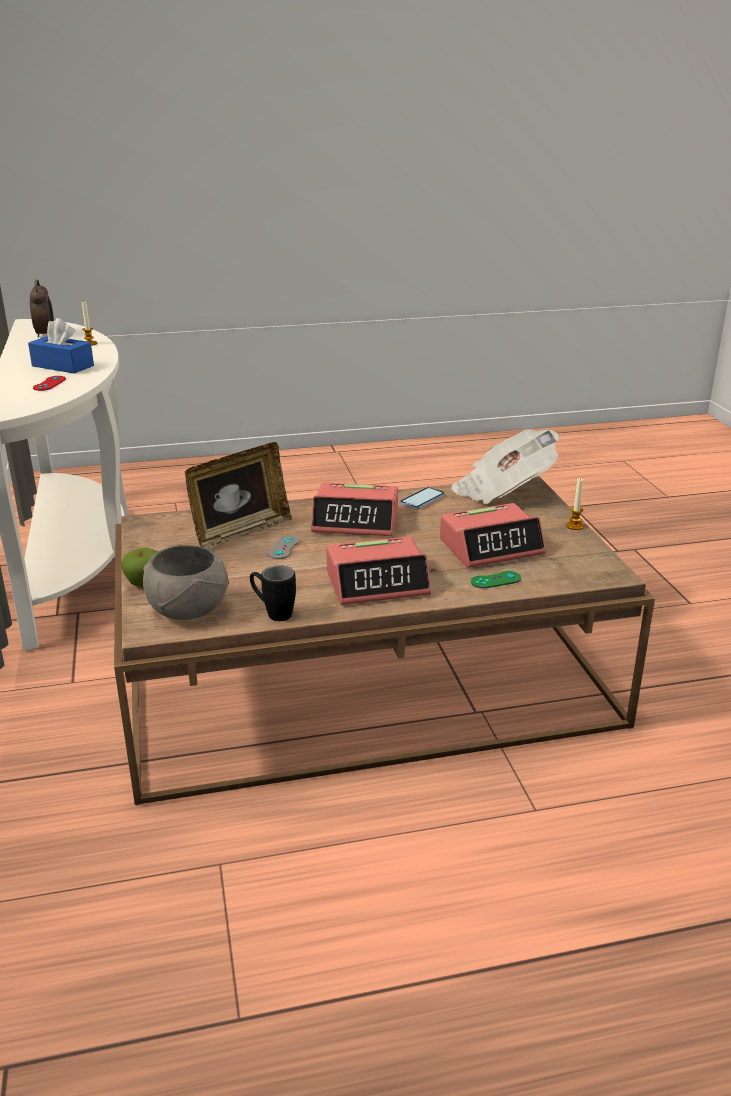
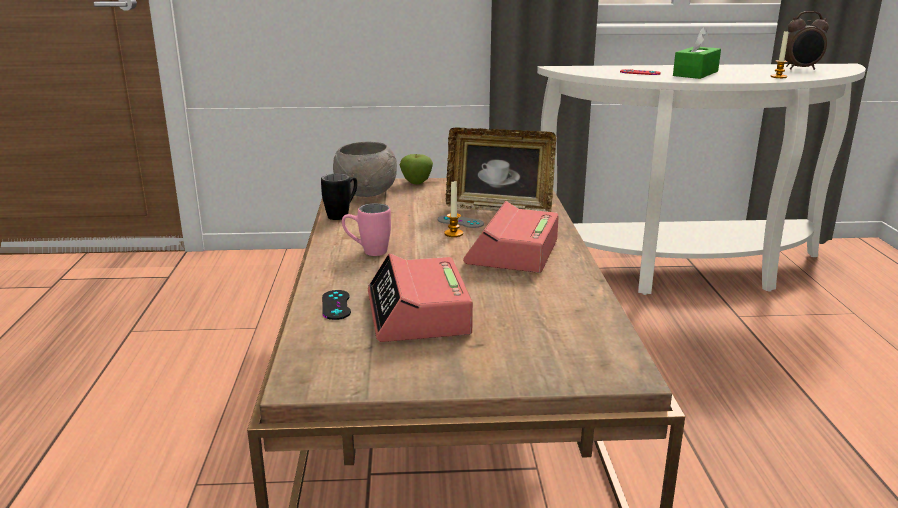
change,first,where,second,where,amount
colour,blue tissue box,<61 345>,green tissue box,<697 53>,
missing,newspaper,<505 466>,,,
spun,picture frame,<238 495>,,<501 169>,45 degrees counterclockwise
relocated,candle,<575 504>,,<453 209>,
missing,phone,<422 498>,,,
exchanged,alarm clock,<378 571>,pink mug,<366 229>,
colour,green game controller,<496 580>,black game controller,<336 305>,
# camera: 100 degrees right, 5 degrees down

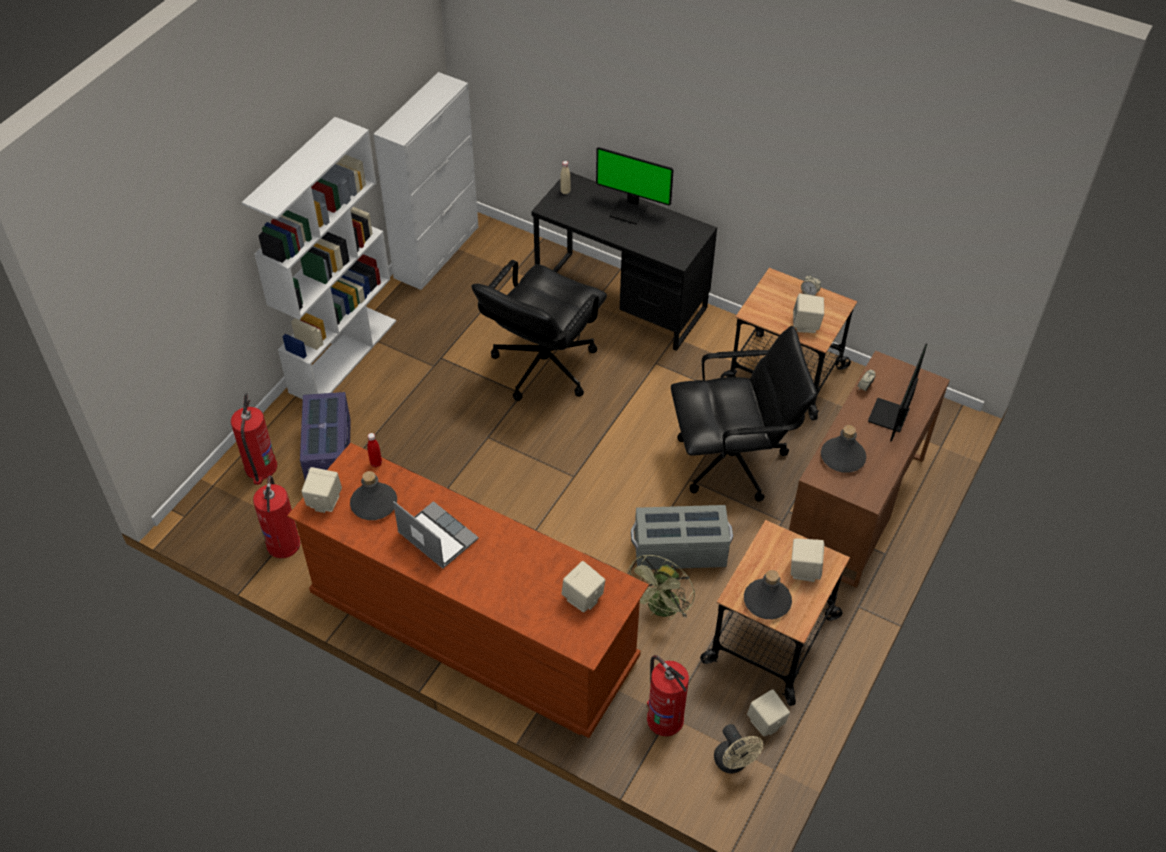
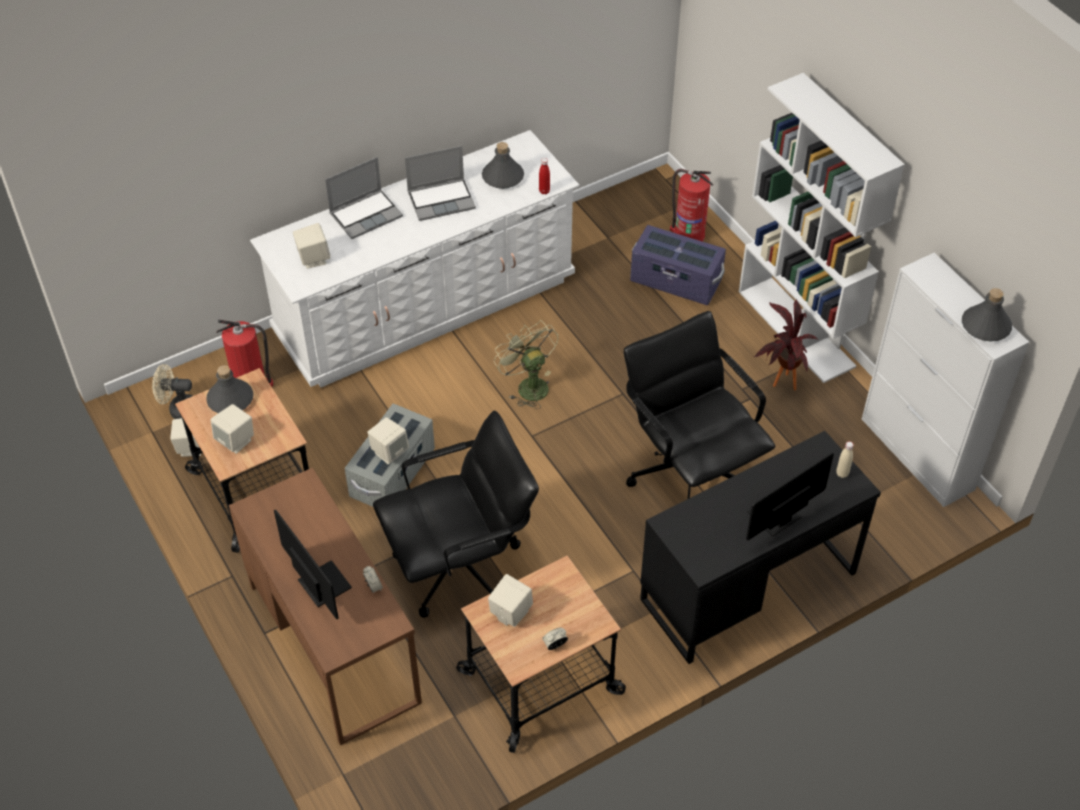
change,first,where,second,where,amount
spun,black office chair,<744 414>,,<456 514>,135 degrees counterclockwise
relocated,grey bottle,<843 449>,,<987 315>,
colour,brown dresser,<468 590>,white dresser,<414 259>,
relocated,beige speaker,<321 490>,,<388 441>,
missing,fire extinguisher,<277 516>,,,
relocated,green fan,<661 587>,,<526 364>,
appeared,,,laptop,<364 198>,
appeared,,,potted plant,<786 344>,
# camera: 120 degrees right, 0 degrees up

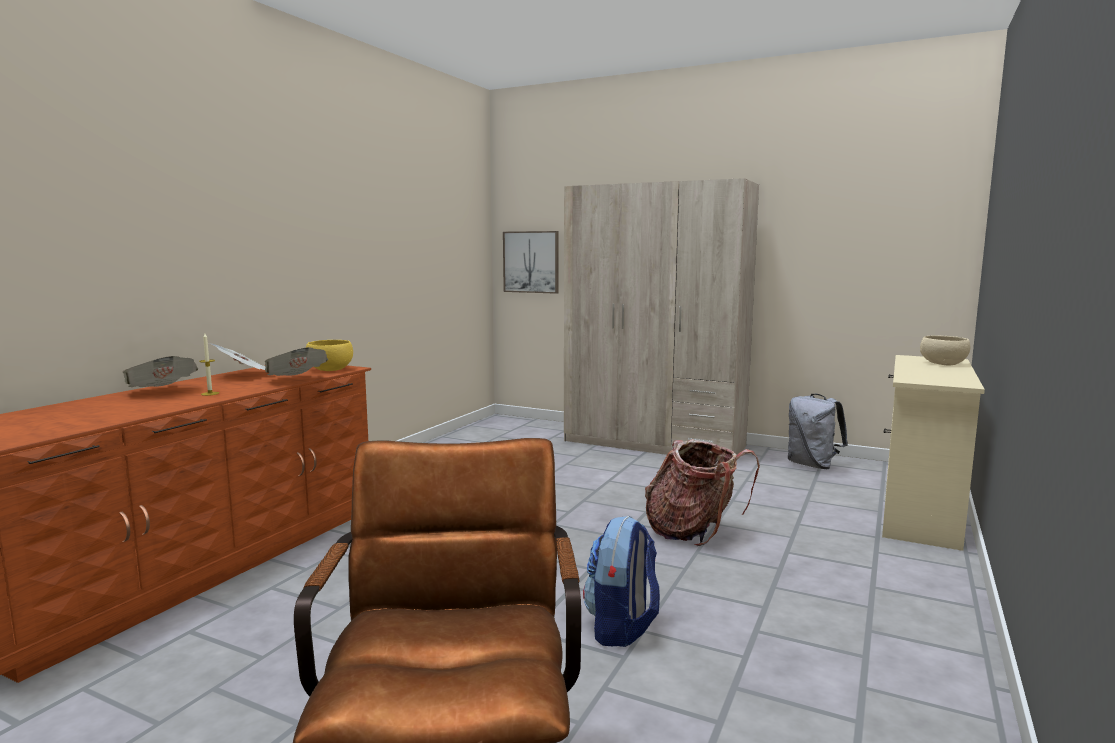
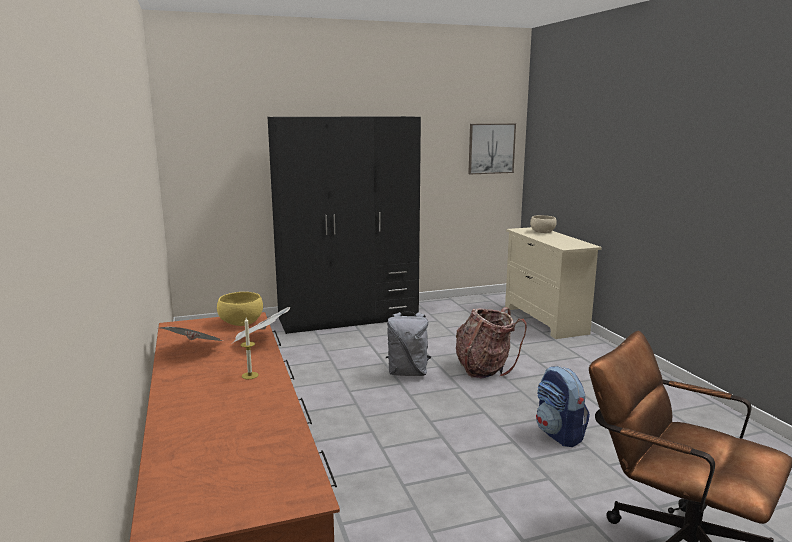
change,first,where,second,where,amount
colour,beige wardrobe,<661 316>,black wardrobe,<344 225>,
relocated,picture,<530 262>,,<492 148>,
missing,newspaper,<160 371>,,,
relocated,grey backpack,<818 431>,,<408 344>,
# camera: 45 degrees left, 5 degrees up

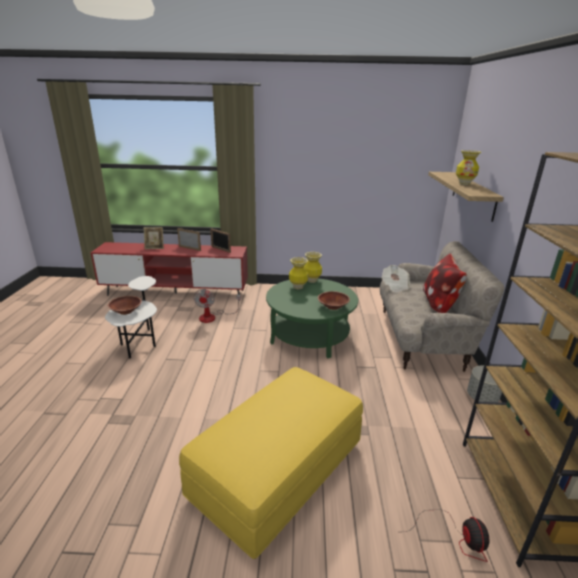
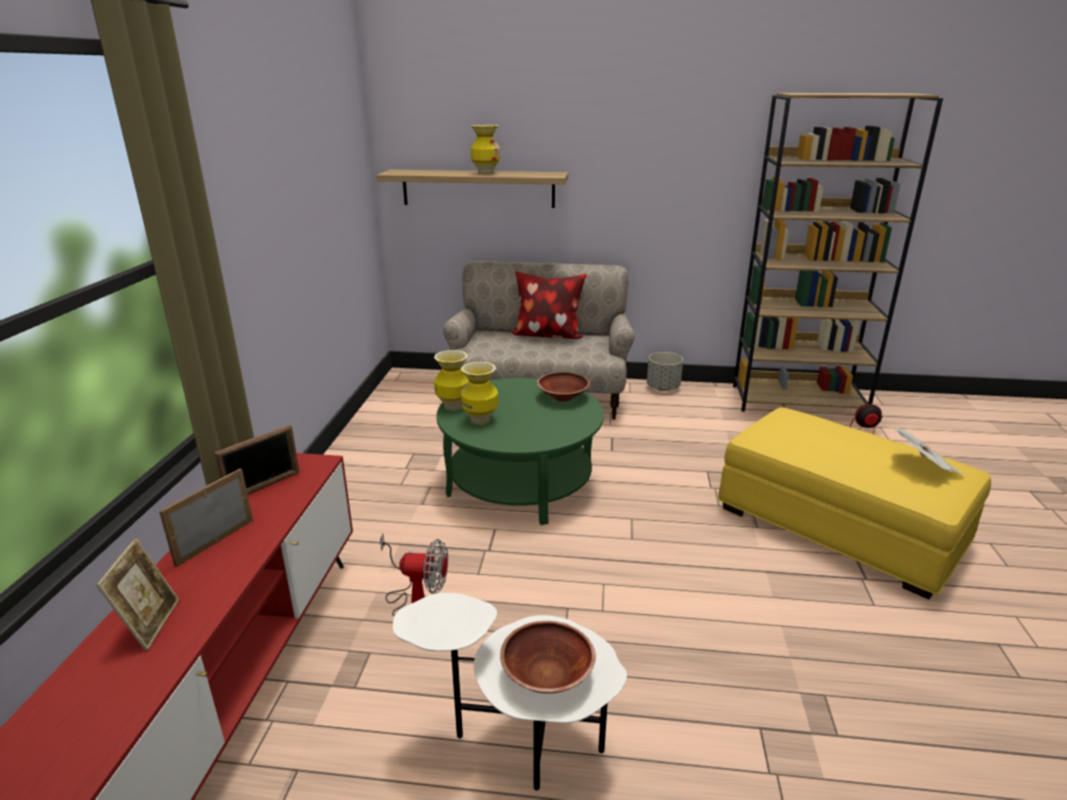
change,first,where,second,where,amount
relocated,newspaper,<396 279>,,<929 451>,
# camera: 85 degrees left, 0 degrees up

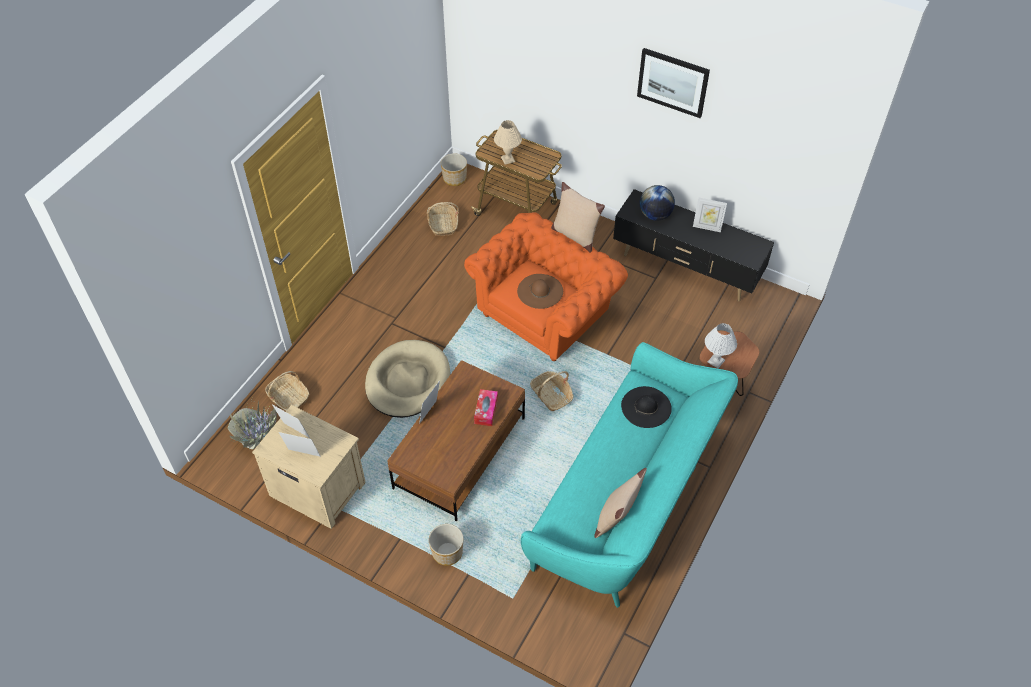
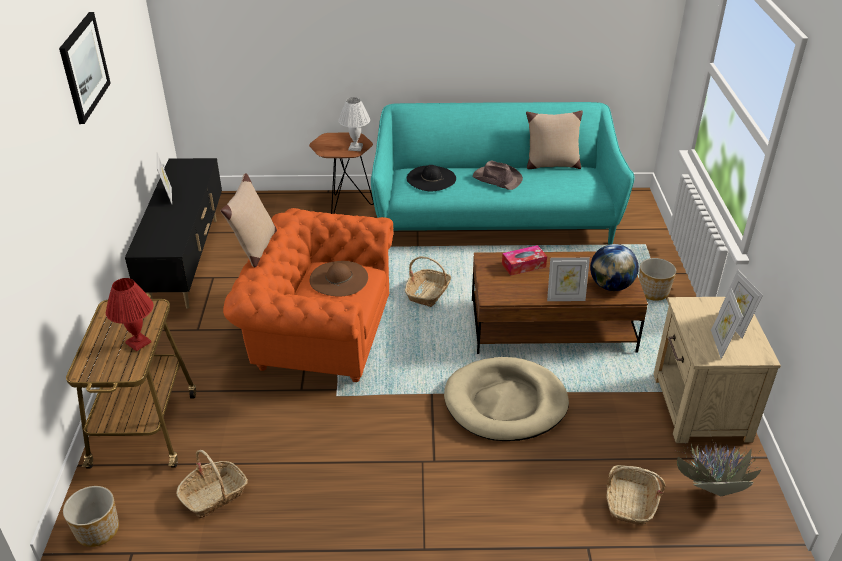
change,first,where,second,where,amount
colour,beige table lamp,<508 142>,red table lamp,<129 314>,
relocated,globe,<657 203>,,<614 267>,
appeared,,,brown hat,<498 175>,
# camera: 120 degrees left, 15 degrees down

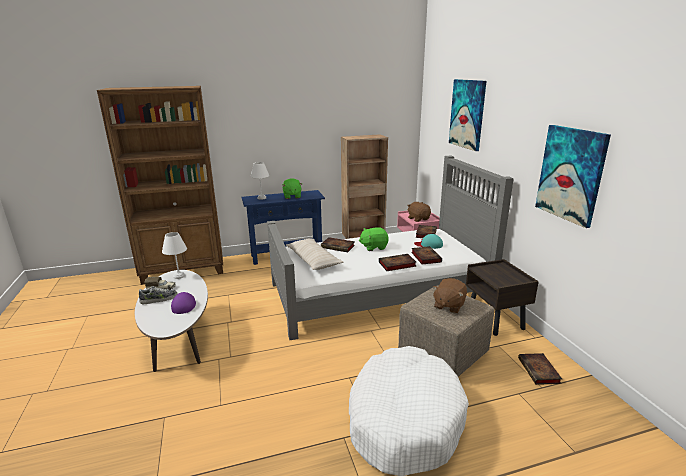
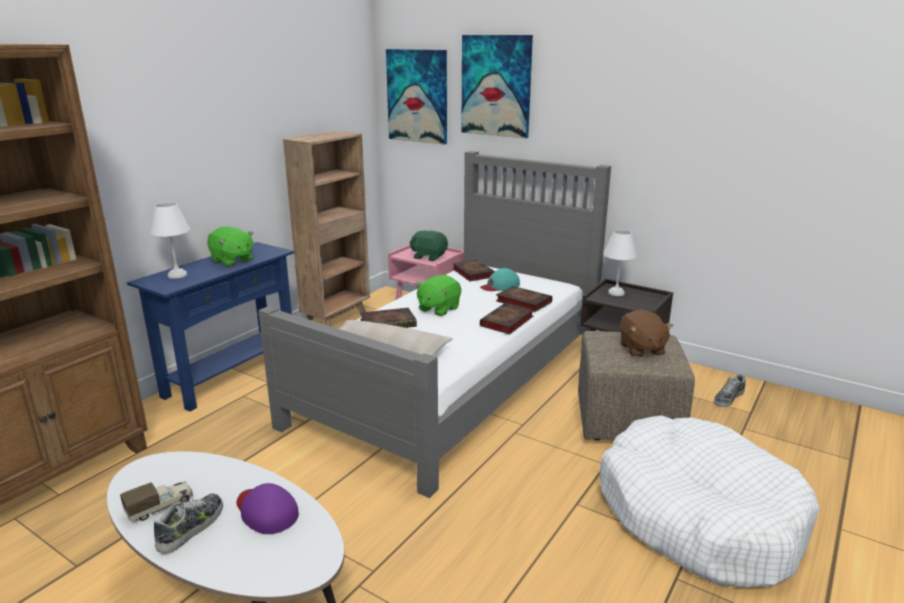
change,first,where,second,where,amount
relocated,picture,<573 176>,,<416 96>,
colour,brown plush toy,<419 212>,green plush toy,<429 245>,
relocated,white table lamp,<174 255>,,<620 263>,
exchanged,book,<540 369>,shoe,<730 390>,
# camera: 40 degrees left, 0 degrees up

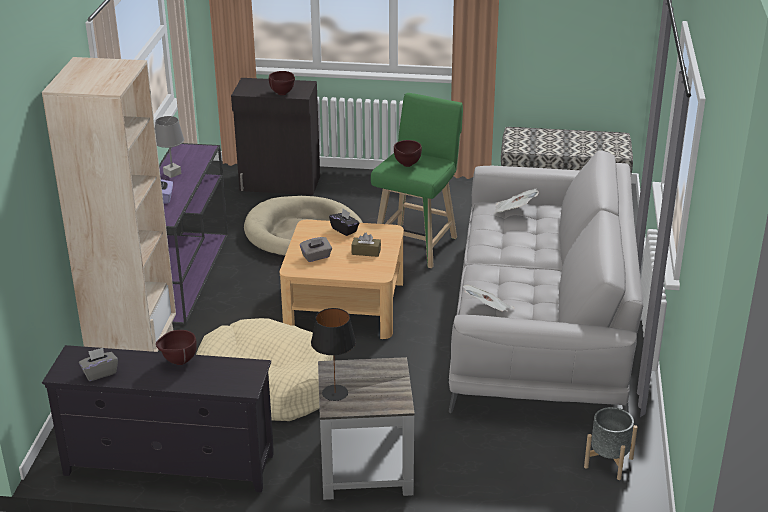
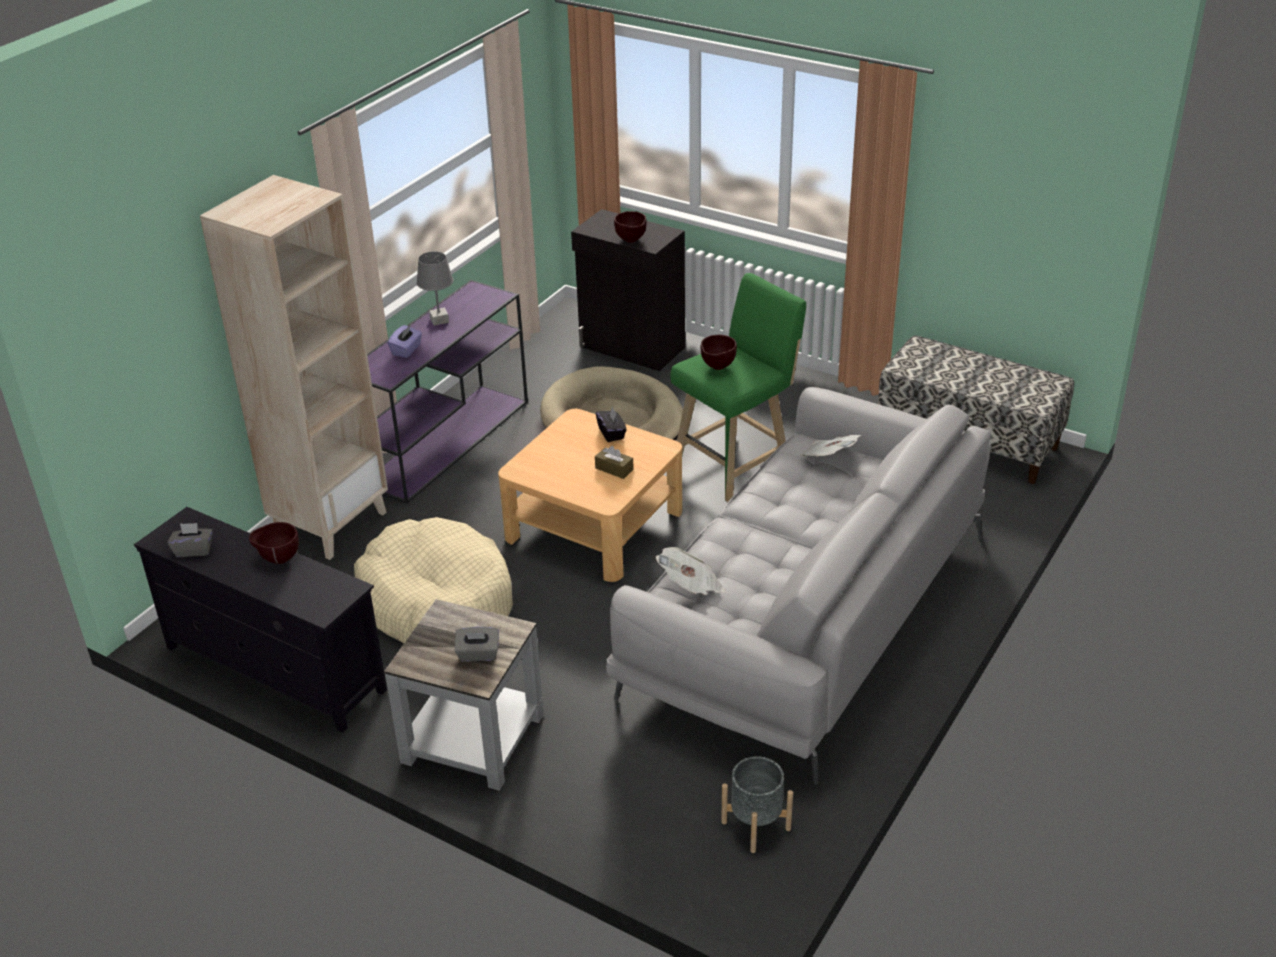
change,first,where,second,where,amount
relocated,grey tissue box,<316 249>,,<477 644>,
missing,black table lamp,<333 354>,,,
# camera: 25 degrees right, 5 degrees up

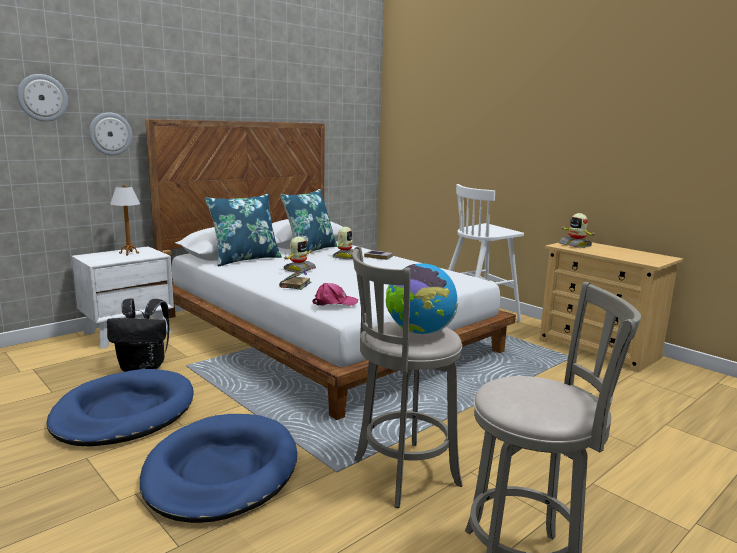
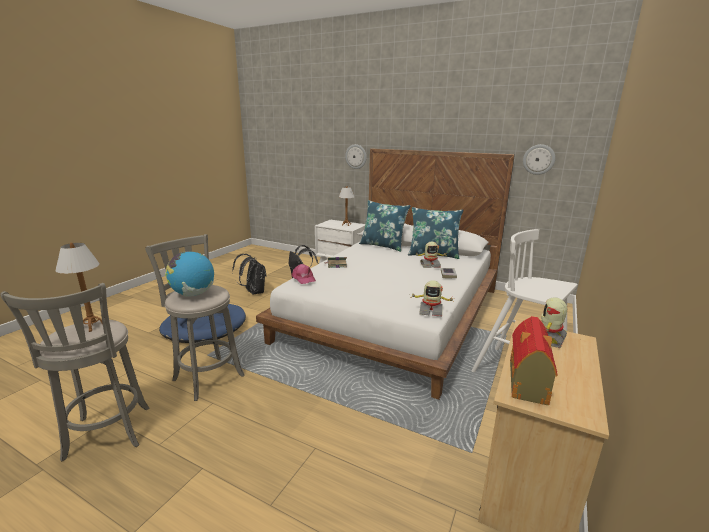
change,first,where,second,where,amount
relocated,wall clock,<42 98>,,<539 159>,
relocated,toy robot,<299 254>,,<432 298>,
exchanged,blue dog bed,<120 407>,black backpack,<249 274>,
appeared,,,table lamp,<79 287>,
appeared,,,toy house,<534 360>,
# camera: 70 degrees right, 5 degrees up

